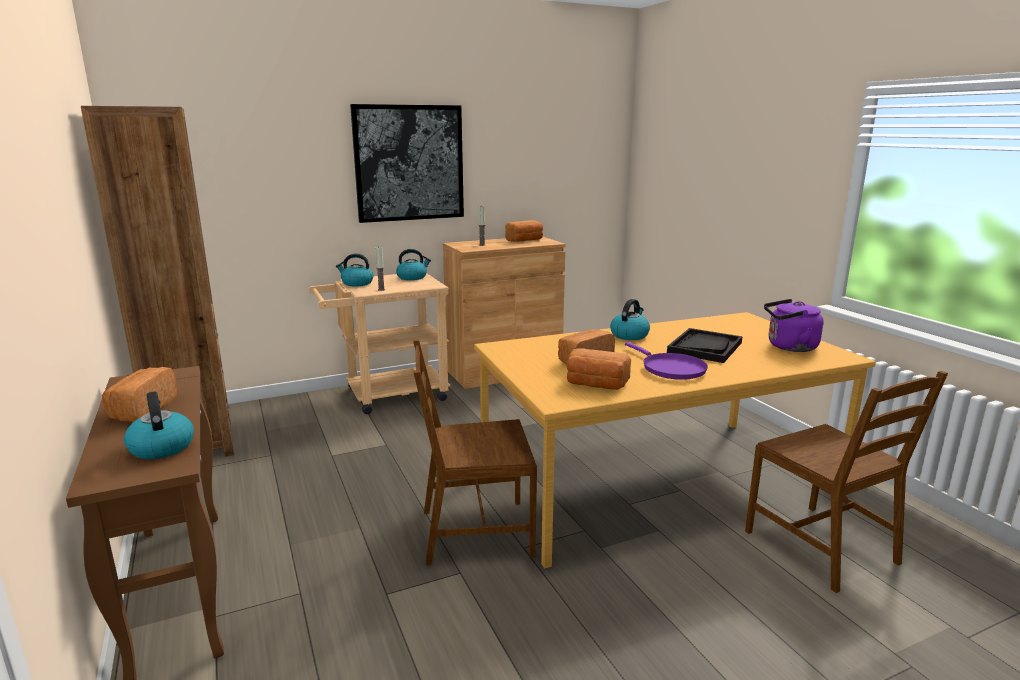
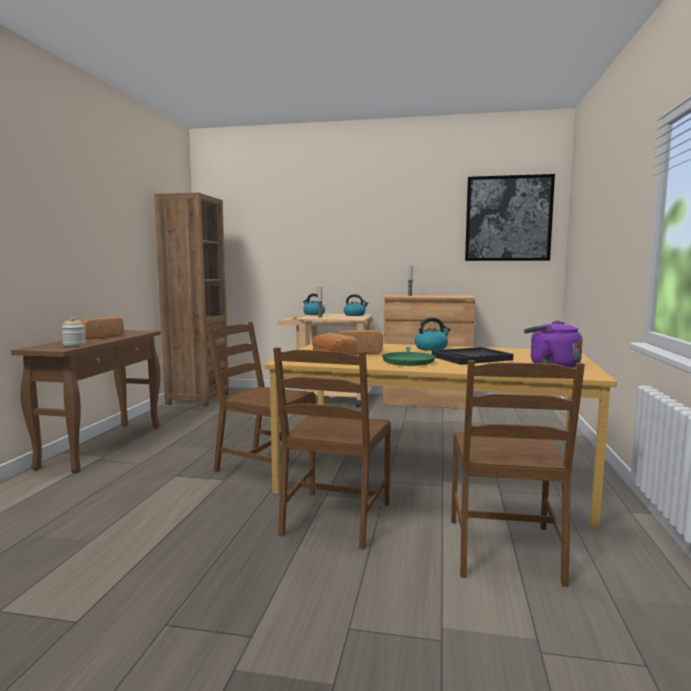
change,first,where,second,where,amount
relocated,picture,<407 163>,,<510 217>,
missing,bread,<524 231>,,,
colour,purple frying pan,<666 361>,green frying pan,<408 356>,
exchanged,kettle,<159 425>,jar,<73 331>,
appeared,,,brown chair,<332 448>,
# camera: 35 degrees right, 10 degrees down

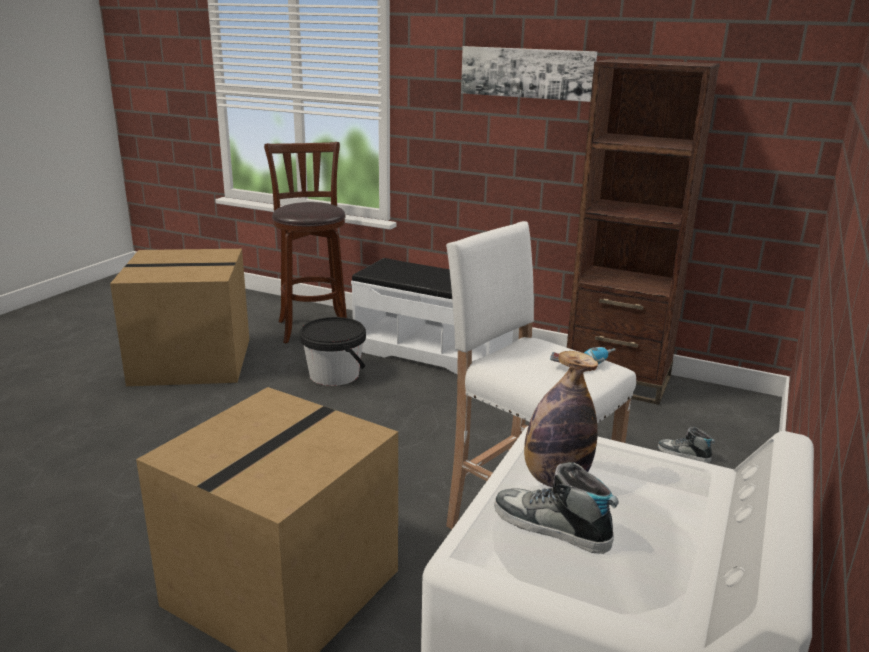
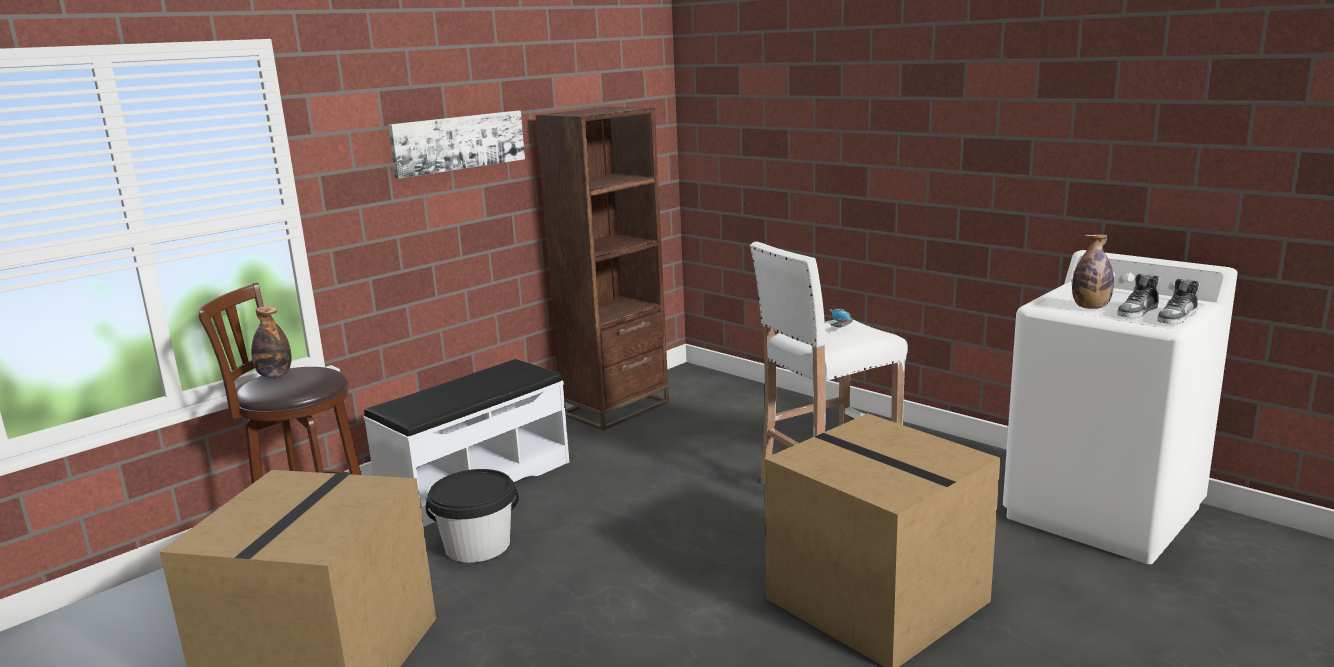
change,first,where,second,where,amount
relocated,shoe,<686 445>,,<1178 301>,
appeared,,,bottle,<271 342>,
# camera: 70 degrees left, 5 degrees down

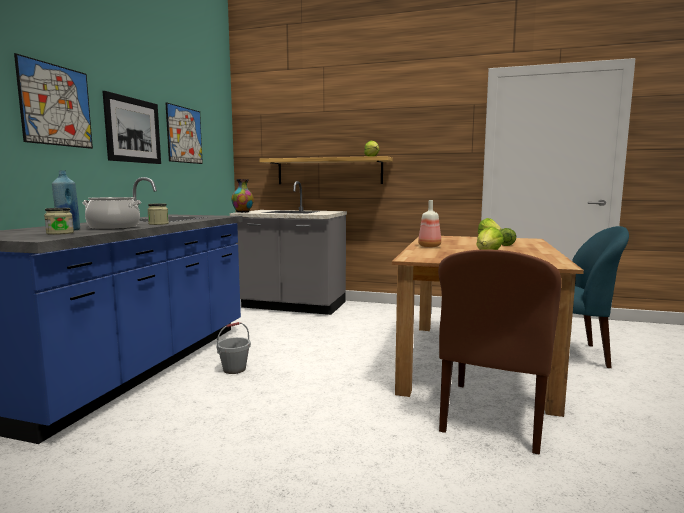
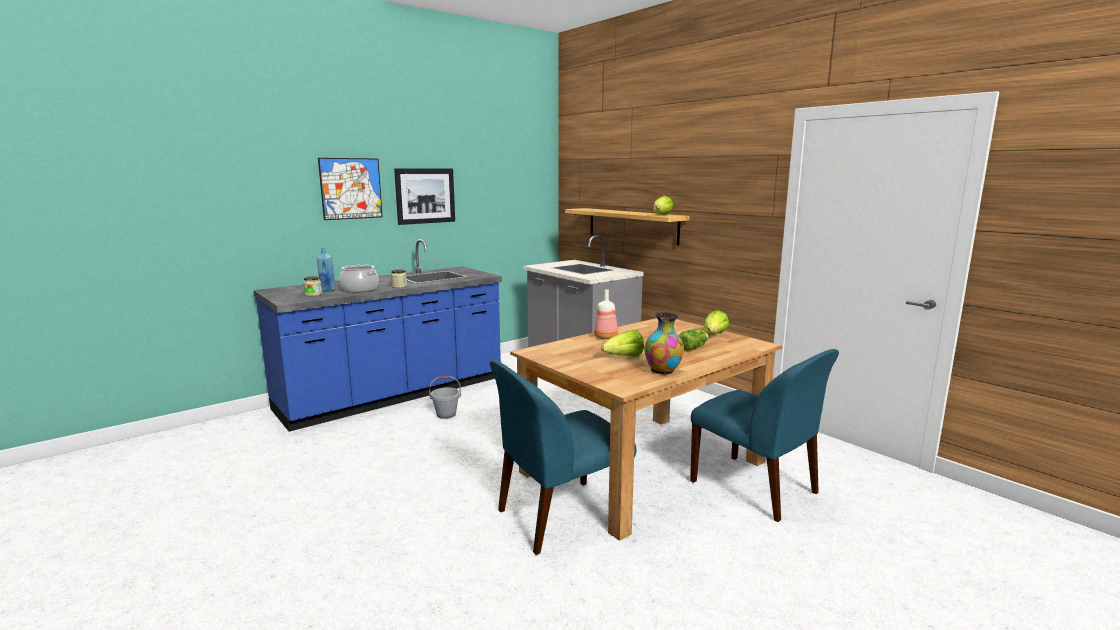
change,first,where,second,where,amount
missing,picture,<184 133>,,,
relocated,vase,<242 196>,,<664 343>,
colour,brown chair,<499 352>,blue chair,<563 457>,
# camera: 35 degrees right, 5 degrees up

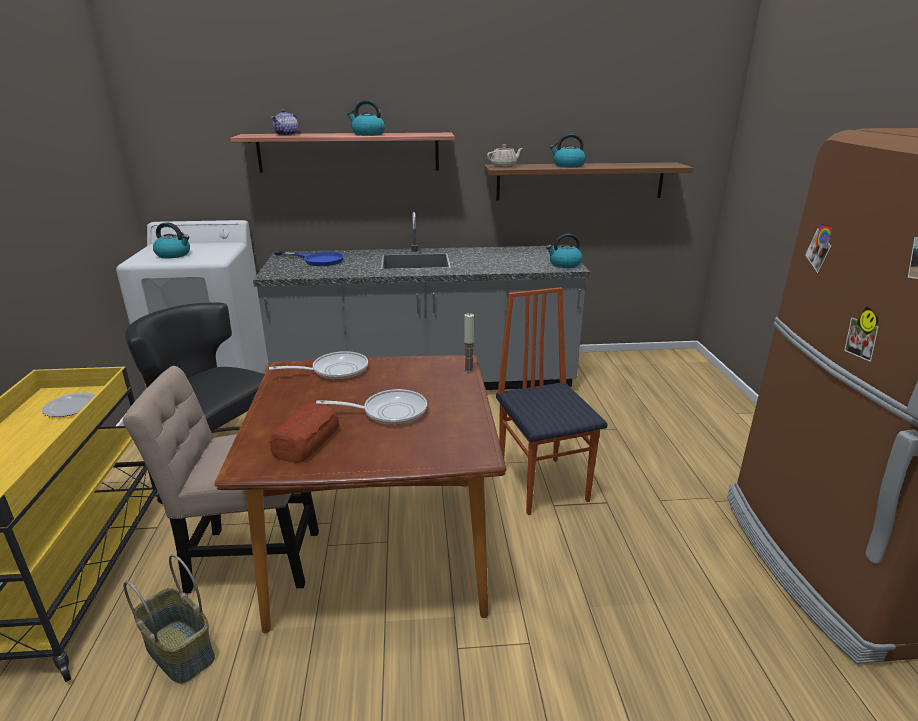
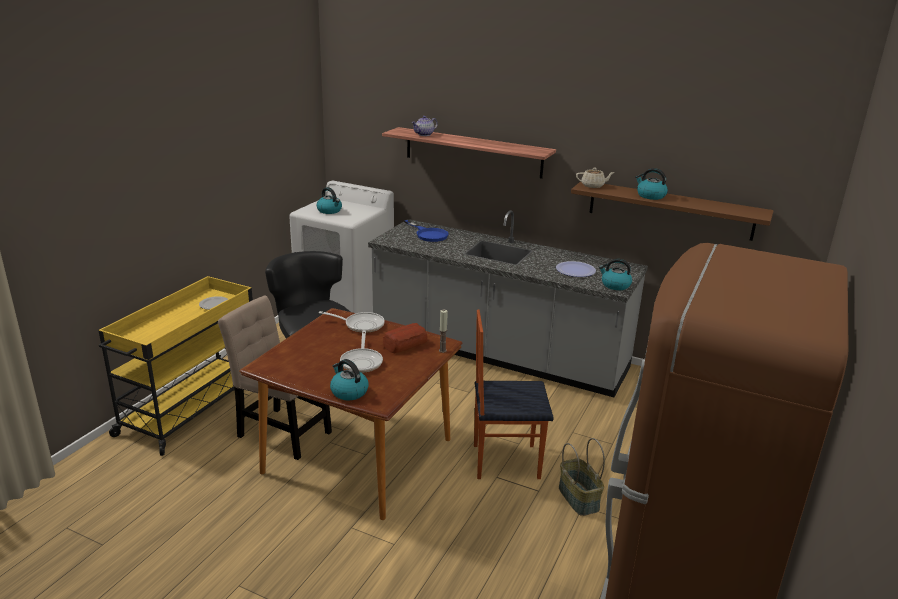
change,first,where,second,where,amount
relocated,kettle,<366 118>,,<349 379>,
spun,chair,<552 401>,,<514 394>,105 degrees counterclockwise
spun,frying pan,<371 407>,,<361 351>,60 degrees clockwise
relocated,bread,<304 433>,,<405 338>,
relocated,basket,<169 619>,,<582 477>,
appeared,,,plate,<576 269>,
# camera: 30 degrees right, 0 degrees up

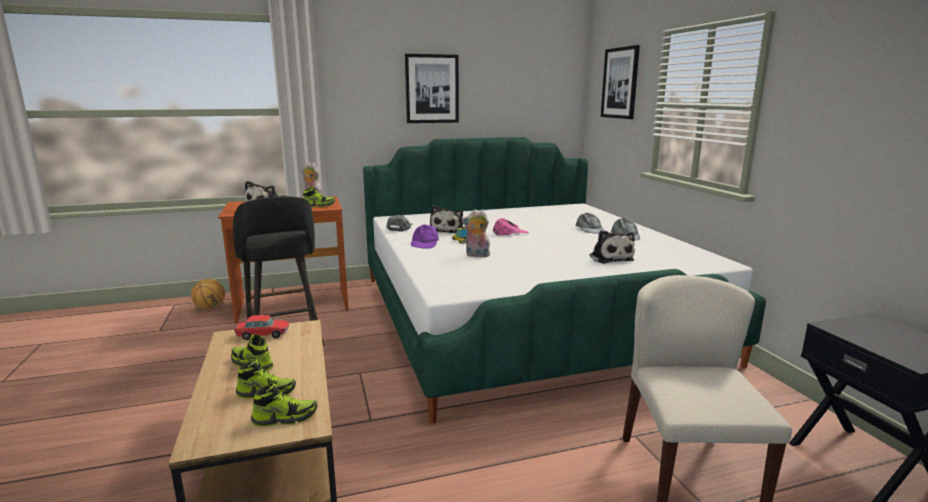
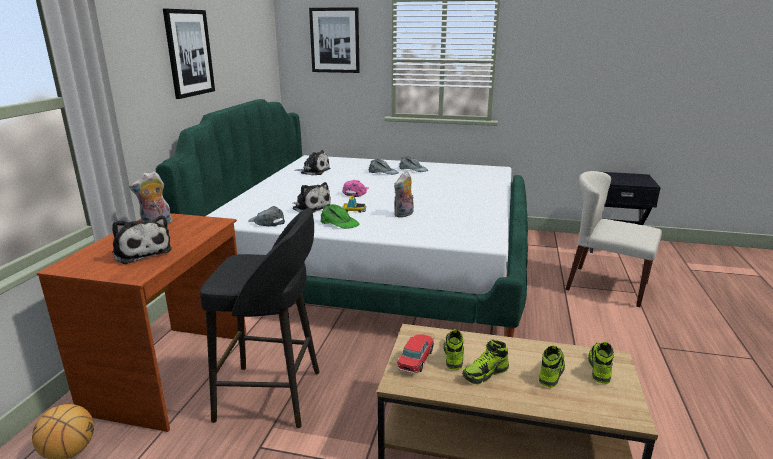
change,first,where,second,where,amount
relocated,shoe,<319 196>,,<453 349>,
colour,purple cap,<425 236>,green cap,<340 216>,
relocated,plush toy,<612 247>,,<312 163>,
# camera: 60 degrees left, 5 degrees up

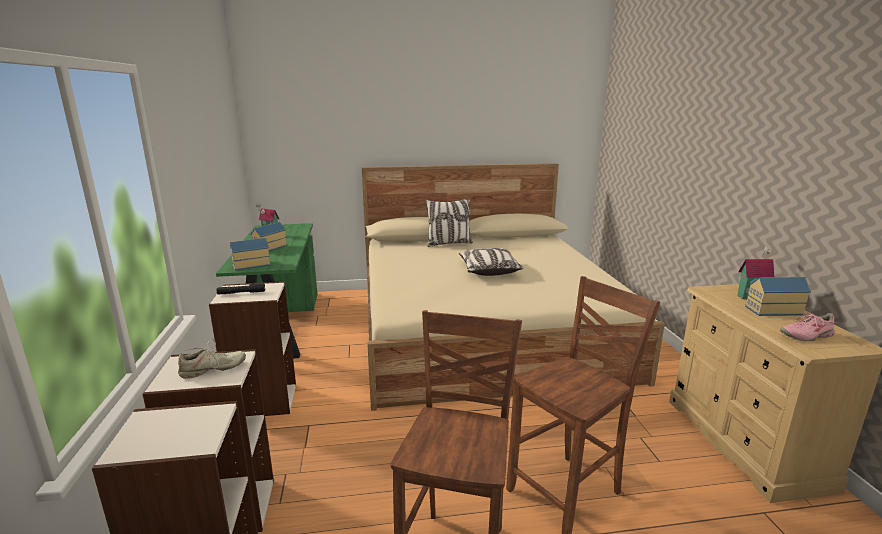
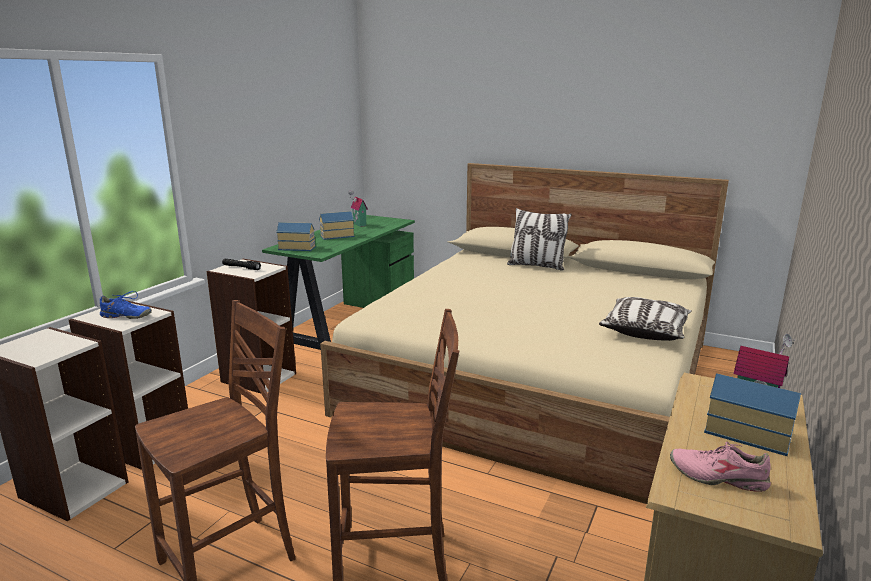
change,first,where,second,where,amount
relocated,pillow,<491 262>,,<645 319>,
colour,beige shoe,<212 359>,blue shoe,<126 305>,
# camera: 35 degrees right, 0 degrees up

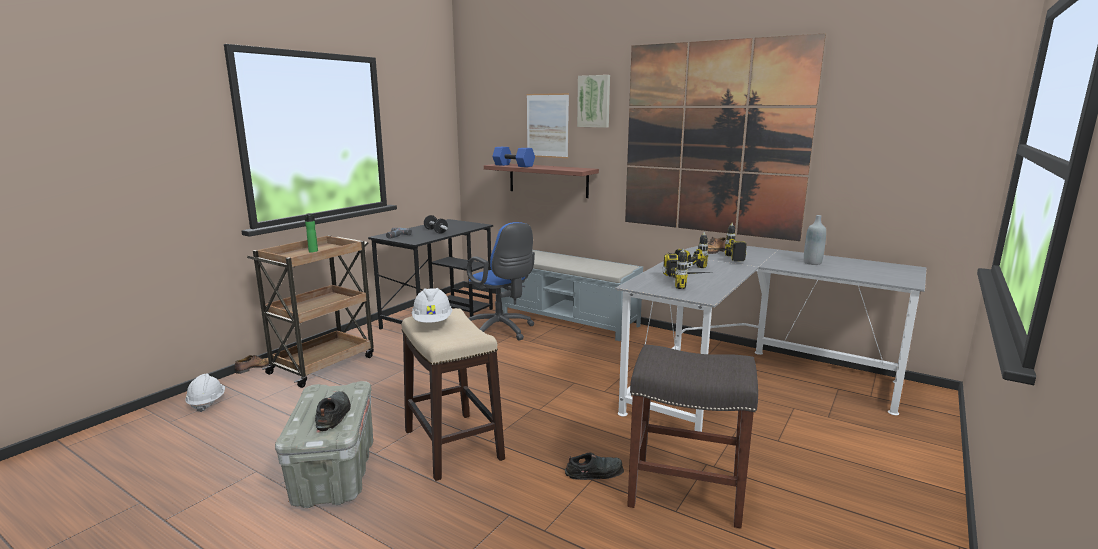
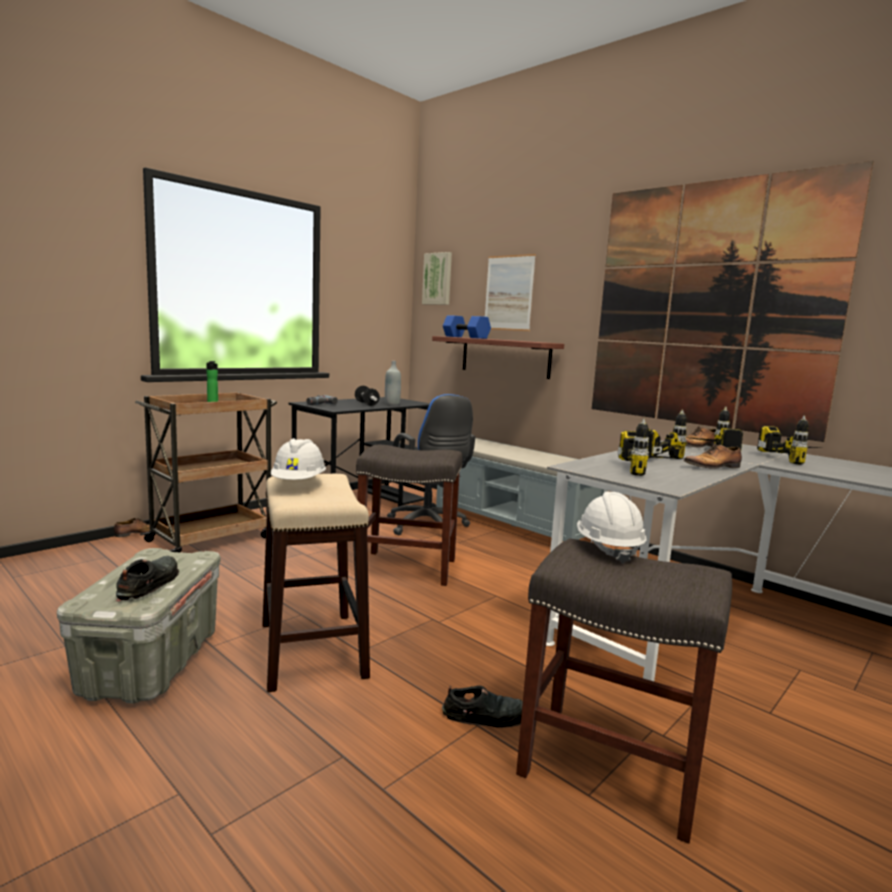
change,first,where,second,where,amount
relocated,picture,<593 101>,,<437 278>,
relocated,grey bottle,<815 240>,,<393 383>,
relocated,white hard hat,<205 393>,,<612 527>,
appeared,,,power drill,<788 440>,
appeared,,,shoe,<712 456>,
appeared,,,grey stool,<409 515>,
# camera: 10 degrees right, 5 degrees down

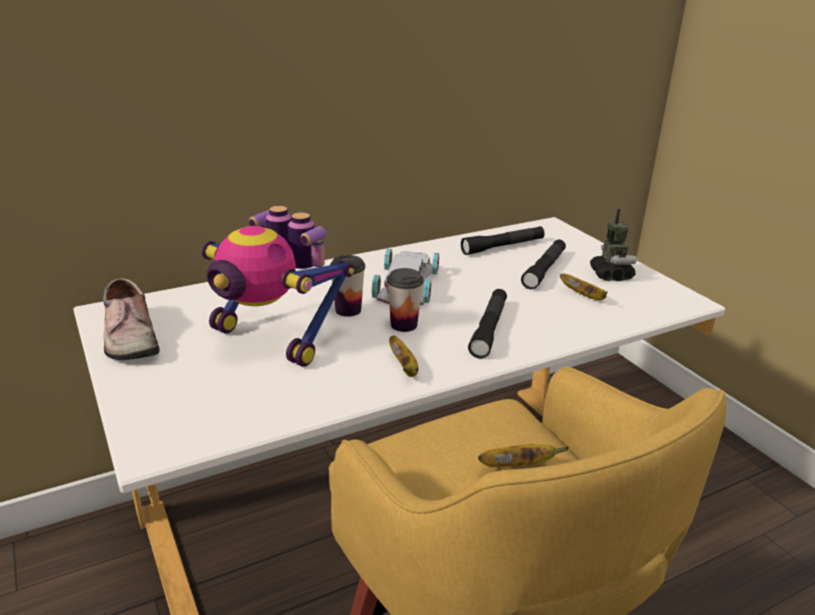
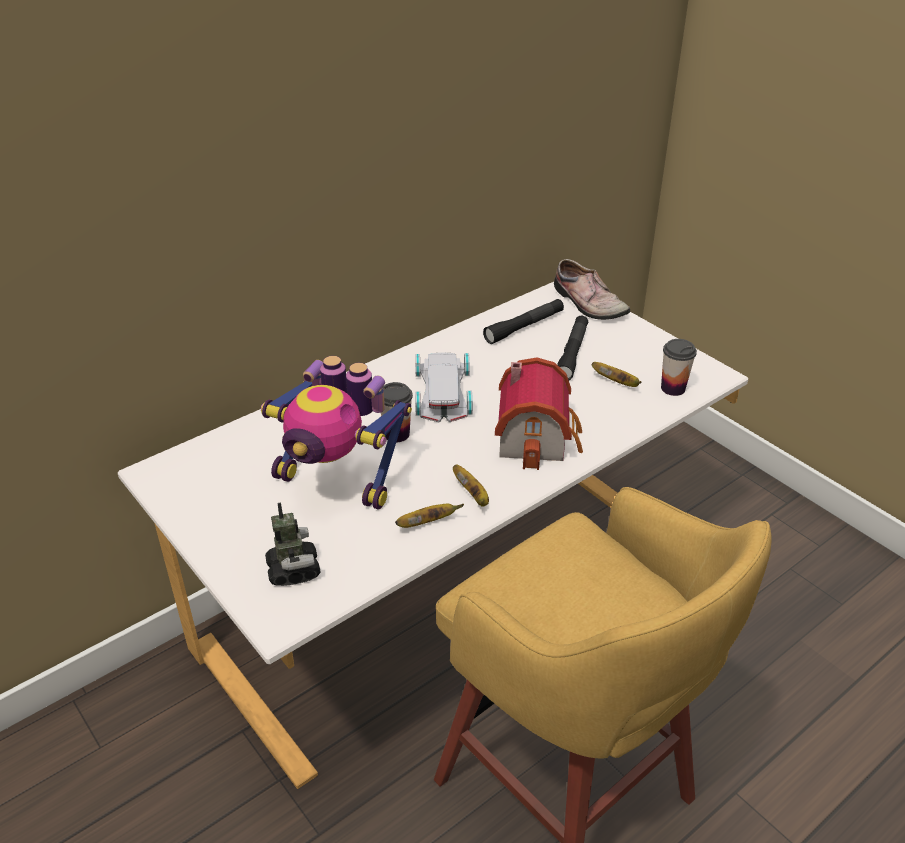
change,first,where,second,where,amount
relocated,toy robot,<613 245>,,<293 544>,
relocated,cup,<405 300>,,<679 367>,
relocated,shoe,<131 319>,,<592 289>,
exchanged,black flashlight,<487 323>,toy house,<539 413>,
relocated,banana,<523 455>,,<429 516>,
# camera: 10 degrees left, 10 degrees up

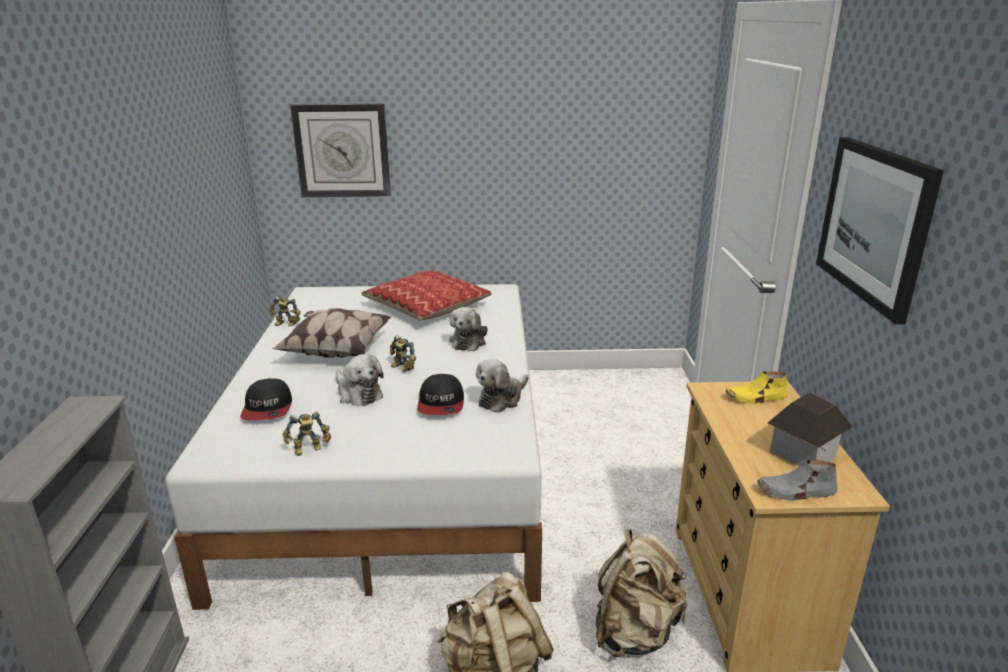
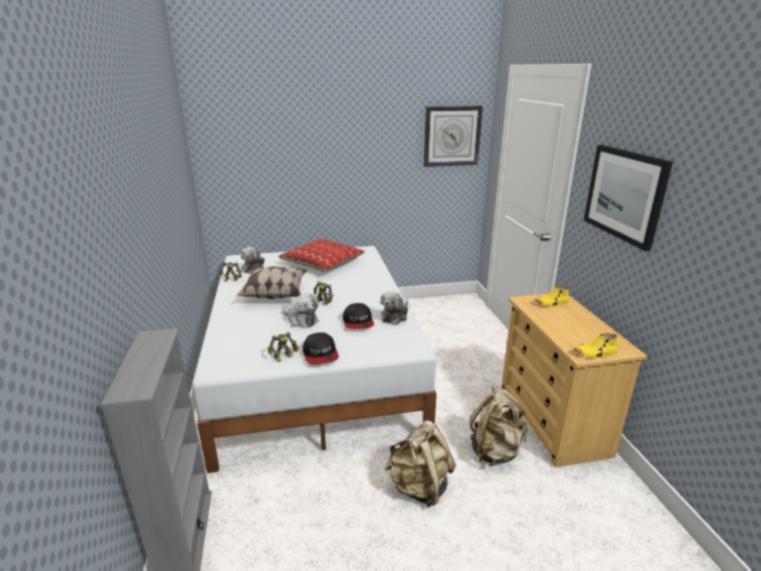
change,first,where,second,where,amount
relocated,wall clock,<340 150>,,<453 136>,
relocated,plush toy,<468 329>,,<253 260>,
relocated,cap,<266 399>,,<321 348>,
missing,toy house,<810 429>,,,
colour,grey shoe,<797 480>,yellow shoe,<596 345>,
# camera: 10 degrees left, 0 degrees up

